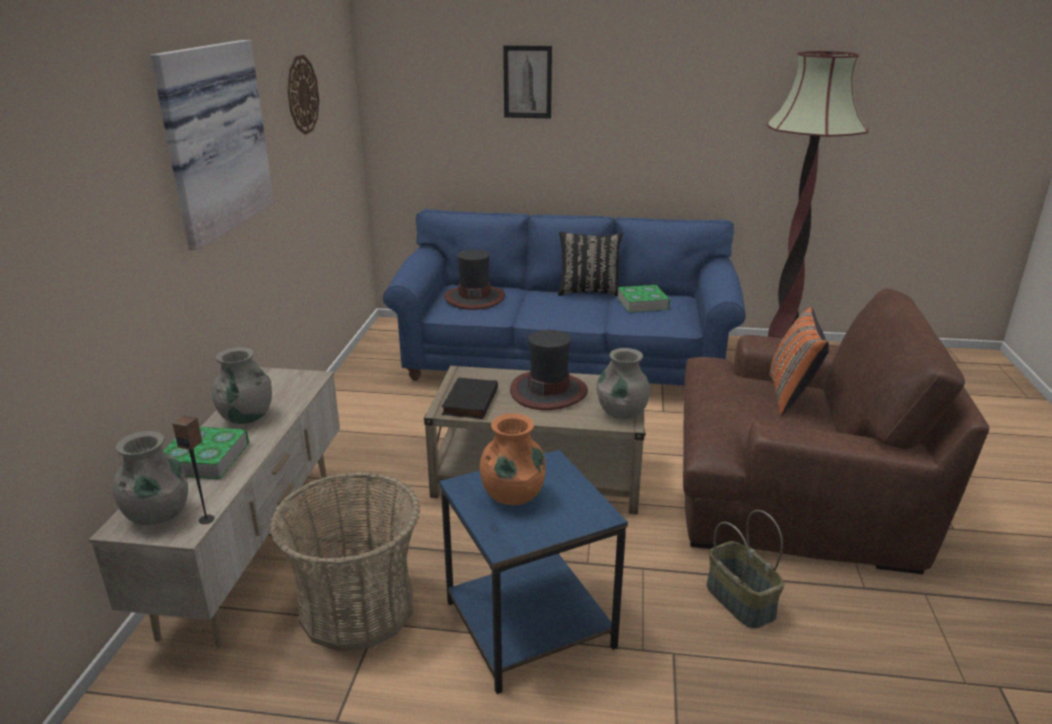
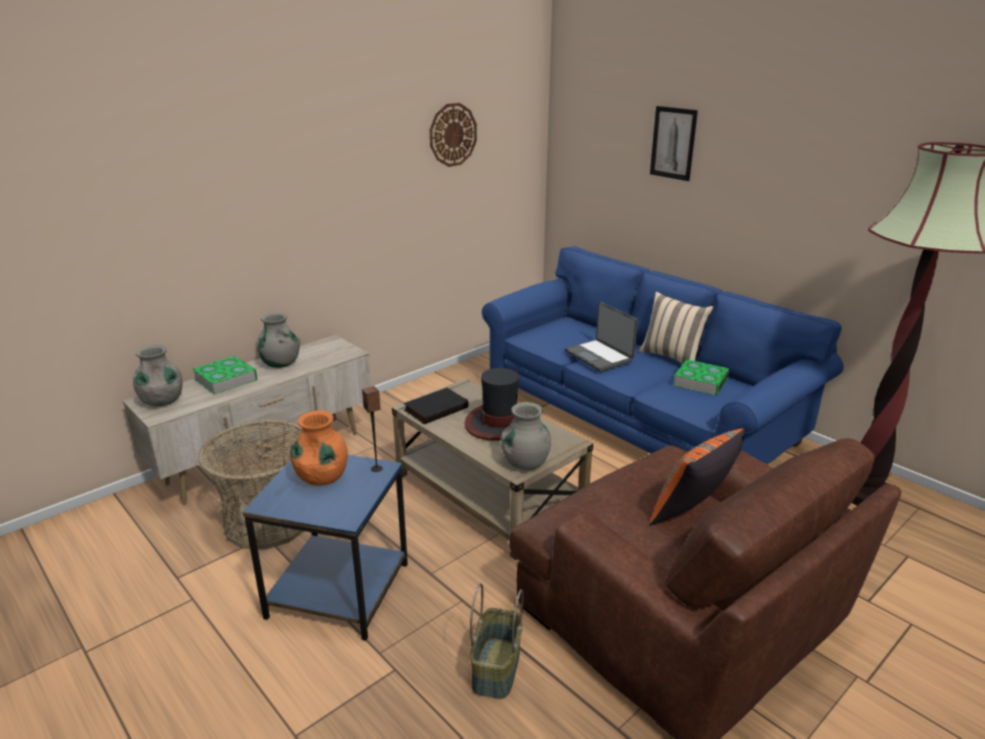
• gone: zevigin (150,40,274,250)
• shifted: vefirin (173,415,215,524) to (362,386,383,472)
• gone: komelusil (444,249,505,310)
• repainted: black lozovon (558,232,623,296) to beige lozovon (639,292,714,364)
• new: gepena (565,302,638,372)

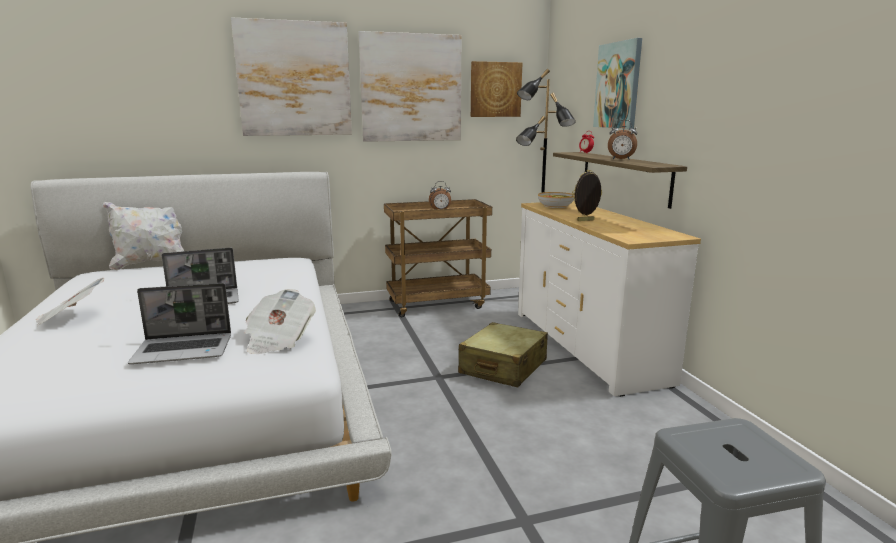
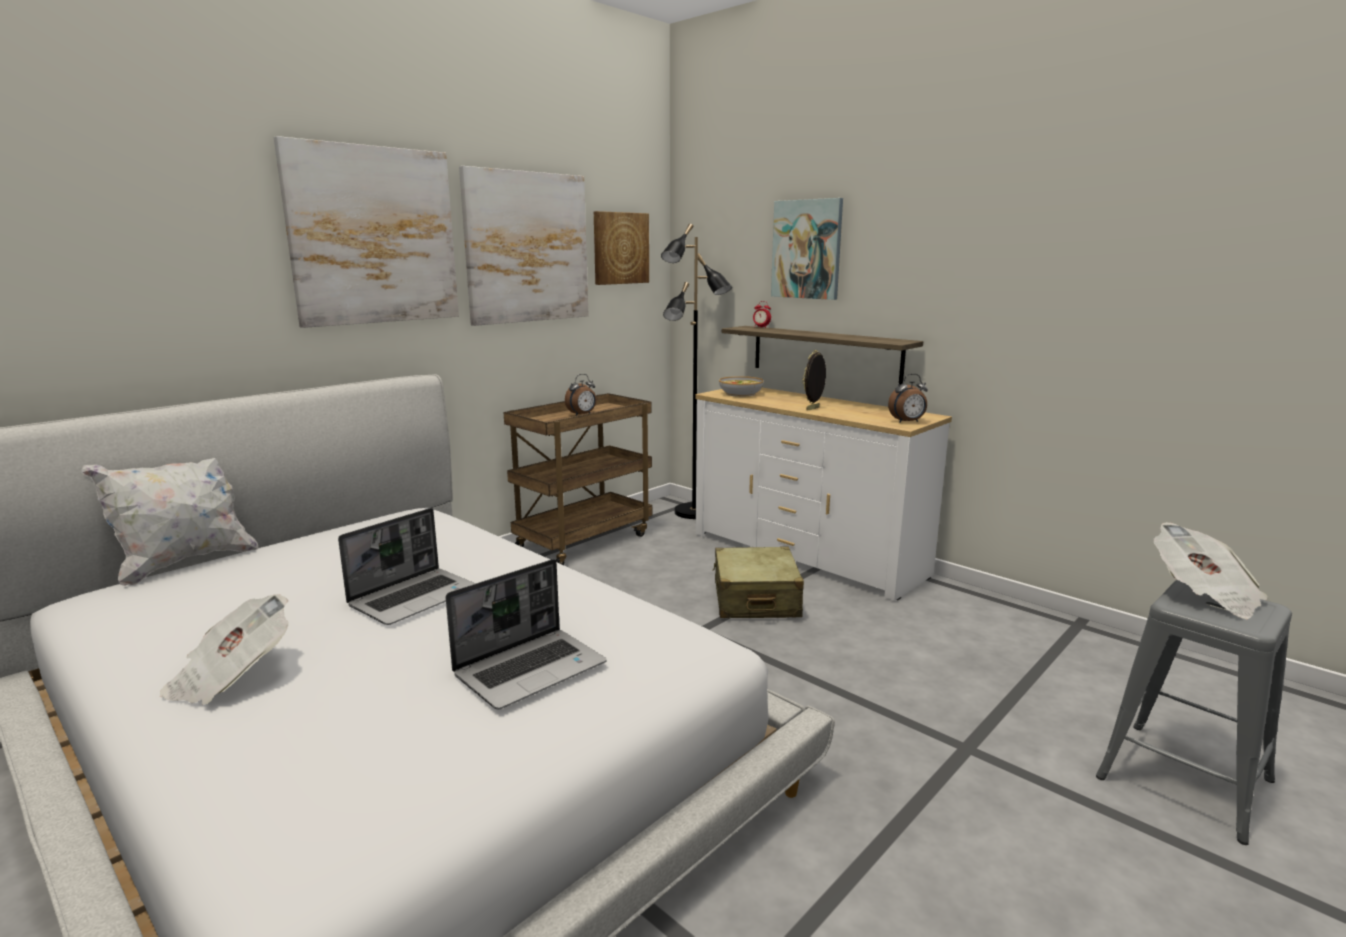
• shifted: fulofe (244,289,316,354) to (1154,522,1268,619)
• shifted: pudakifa (608,120,637,159) to (888,374,928,423)

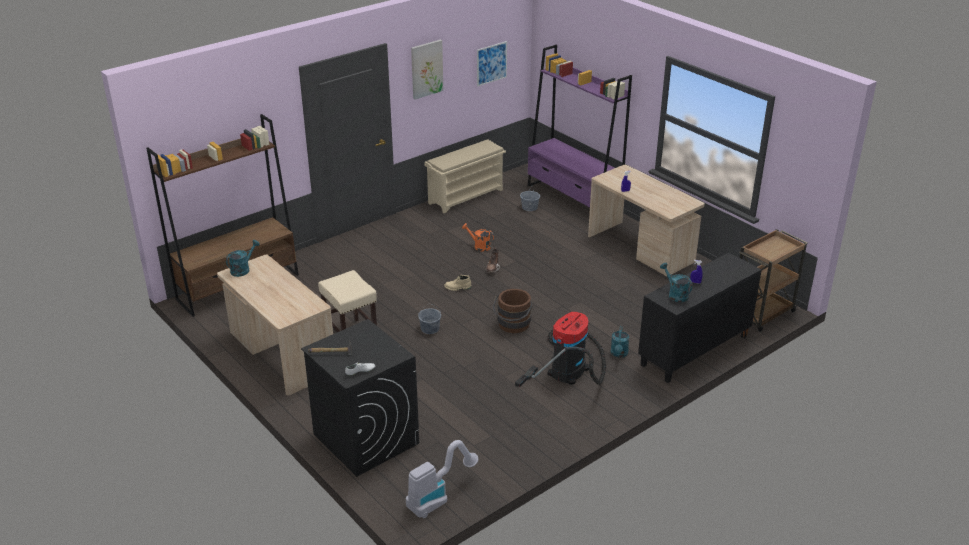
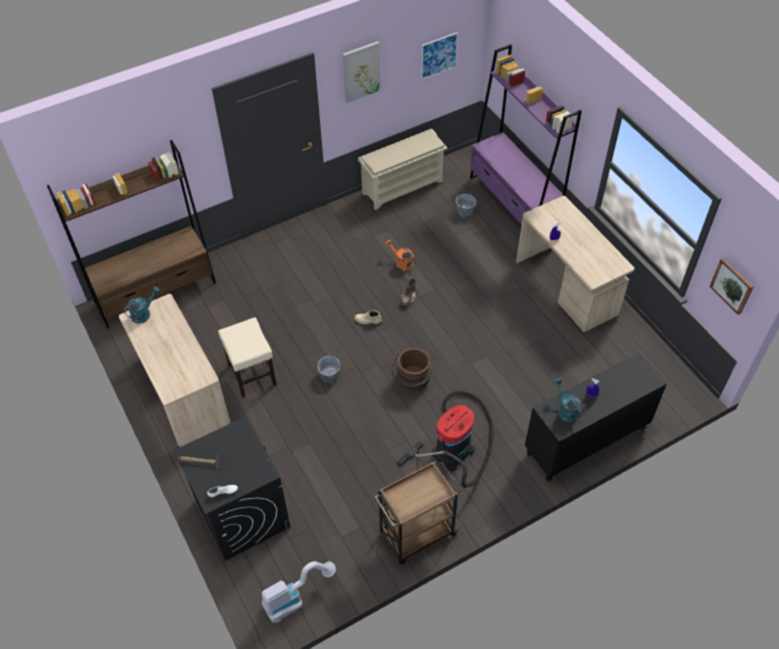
• gone: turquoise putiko (611,326,629,358)
• shifted: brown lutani (739,229,808,332) to (374,461,462,564)
• new: zevigin (709,258,754,315)

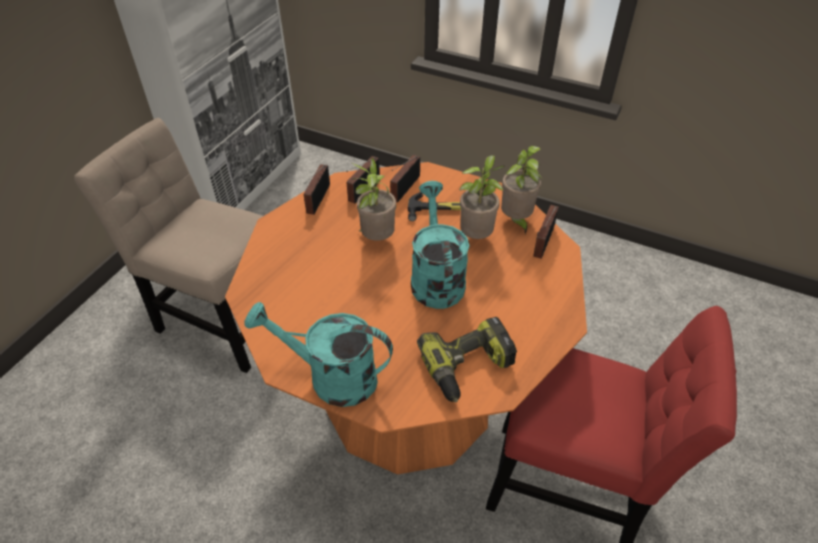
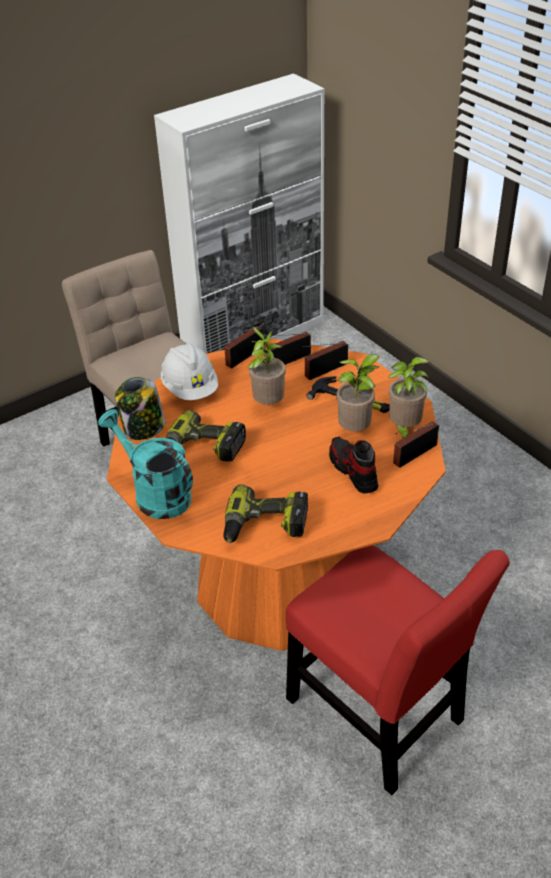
• gone: turquoise putiko (411,181,470,309)
• new: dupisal (115,377,165,440)
• new: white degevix (161,343,218,400)
• new: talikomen (166,410,246,462)
• new: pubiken (329,437,378,494)

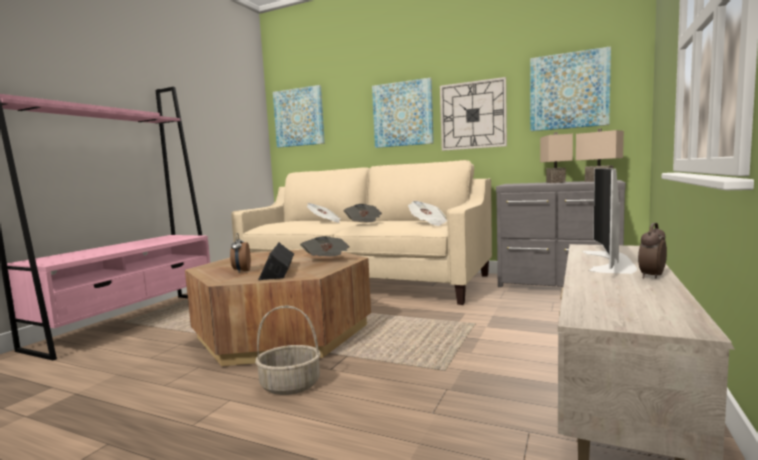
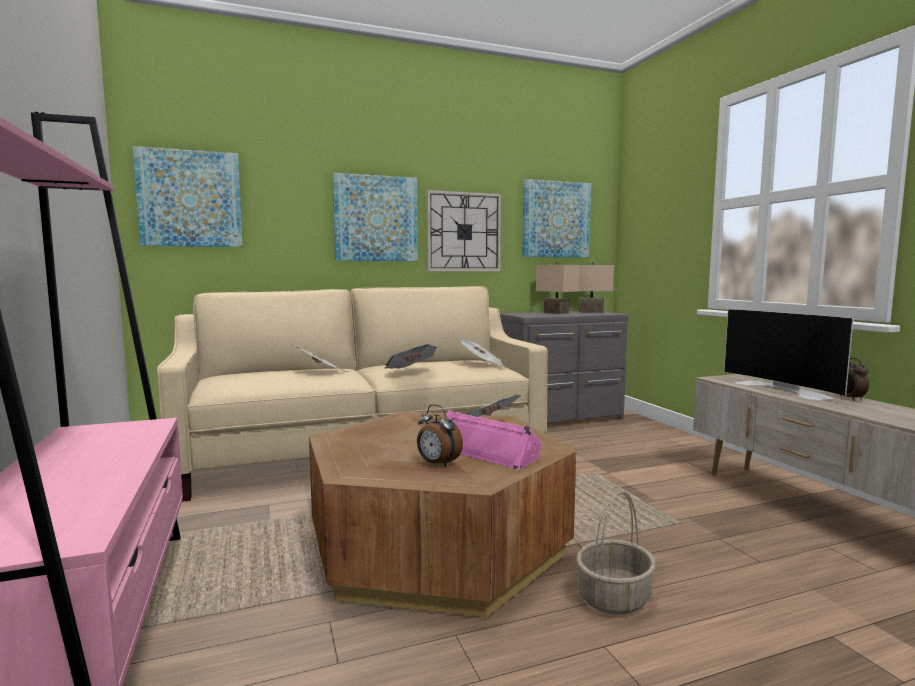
• repainted: black vefirin (258,242,294,280) to pink vefirin (446,410,542,470)

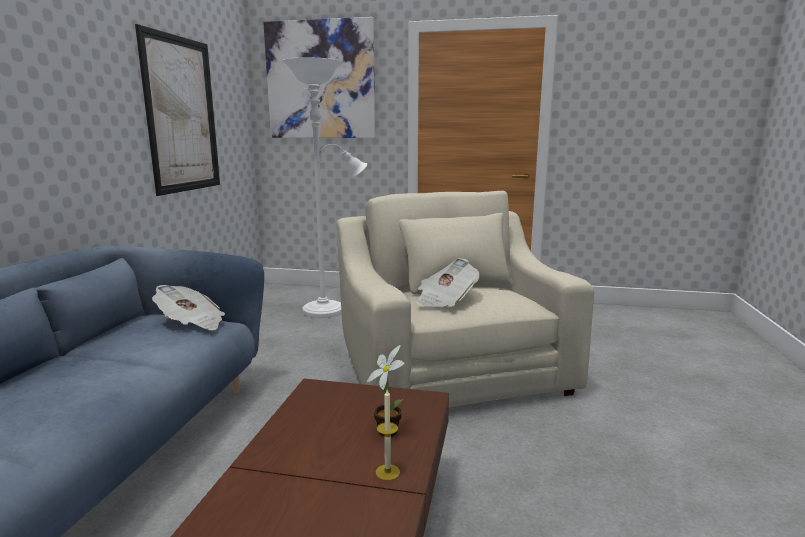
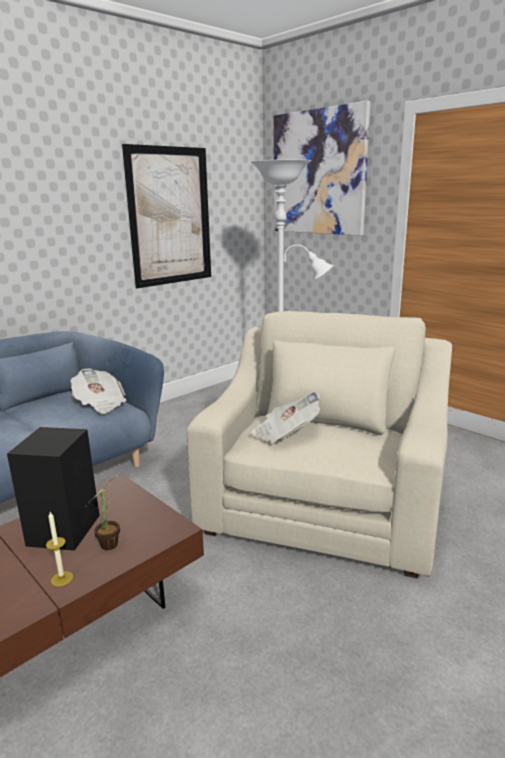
• new: black vefirin (7,427,99,551)

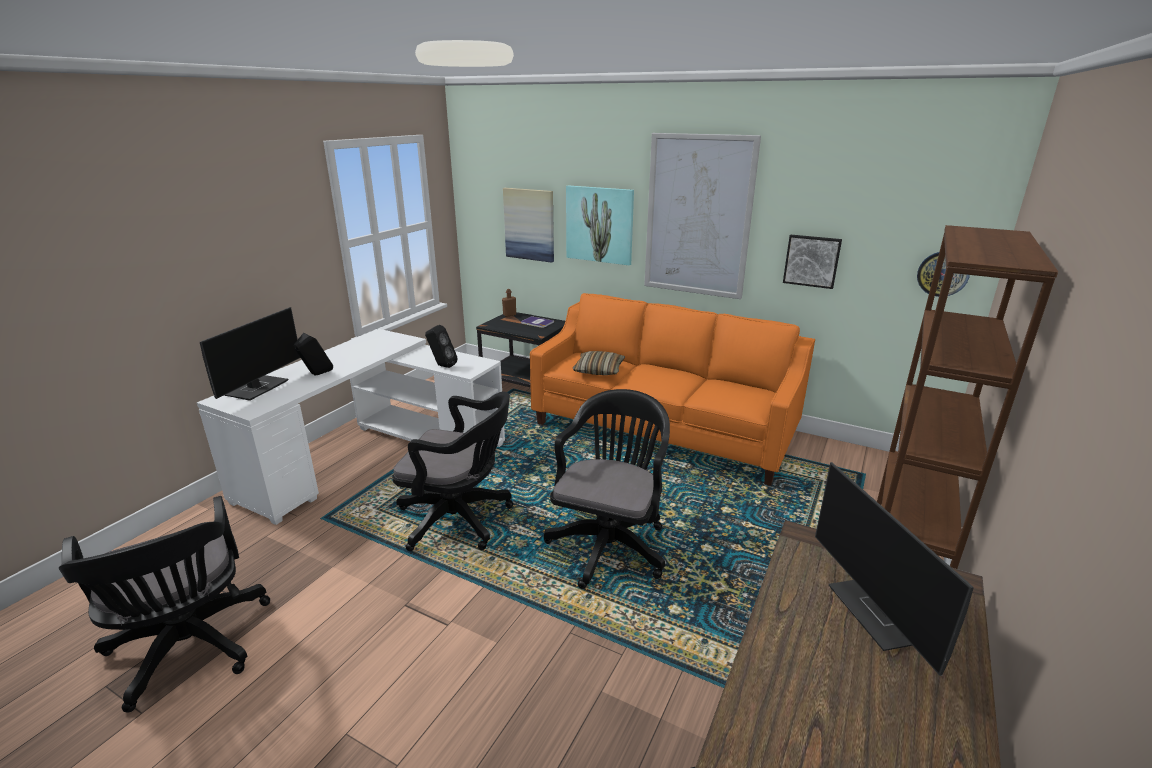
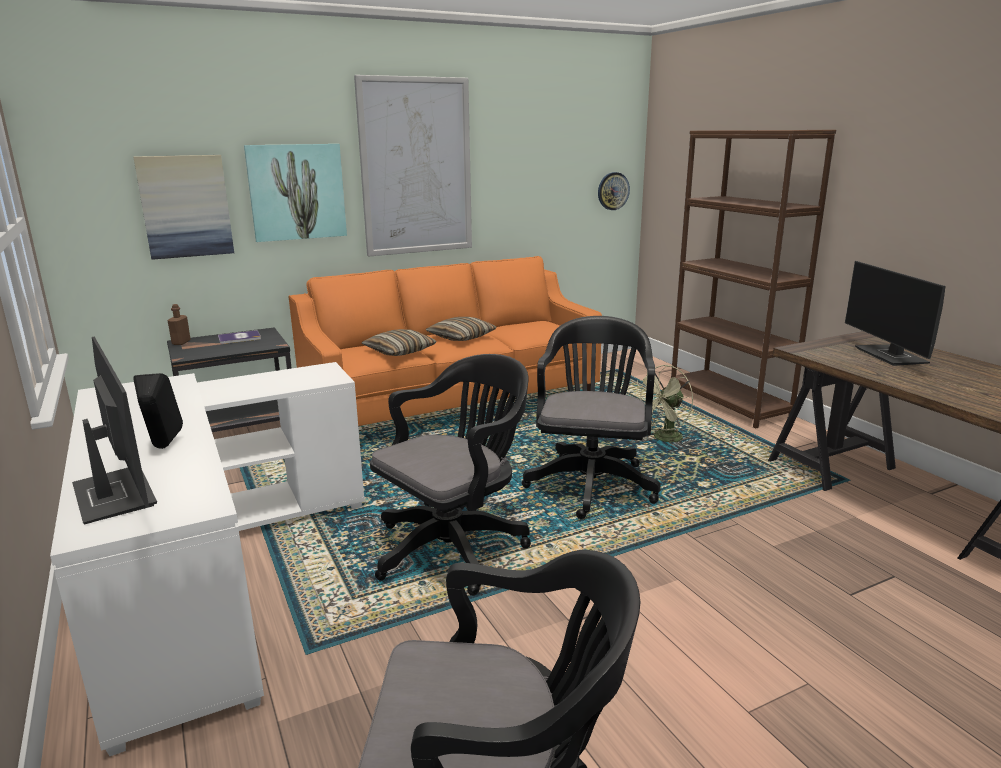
• gone: black vefirin (425,325,458,368)
• rotated: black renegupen (544,389,670,589) = (522,316,661,519) 45 degrees clockwise
• gone: zevigin (783,235,842,289)
• rotated: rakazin (815,462,974,676) = (845,261,946,366) 60 degrees clockwise
• new: lozovon (426,317,497,341)
• new: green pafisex (637,365,693,444)

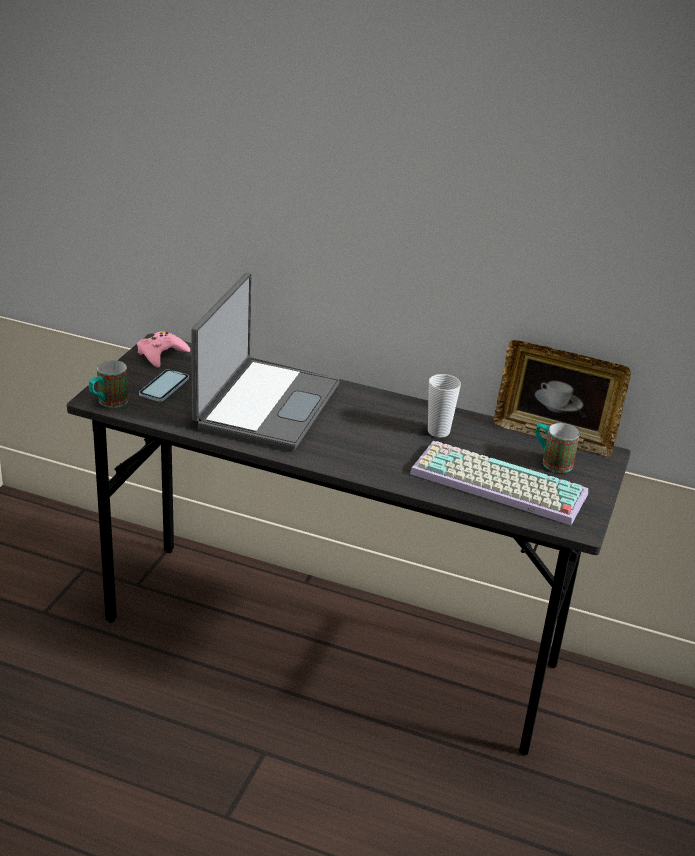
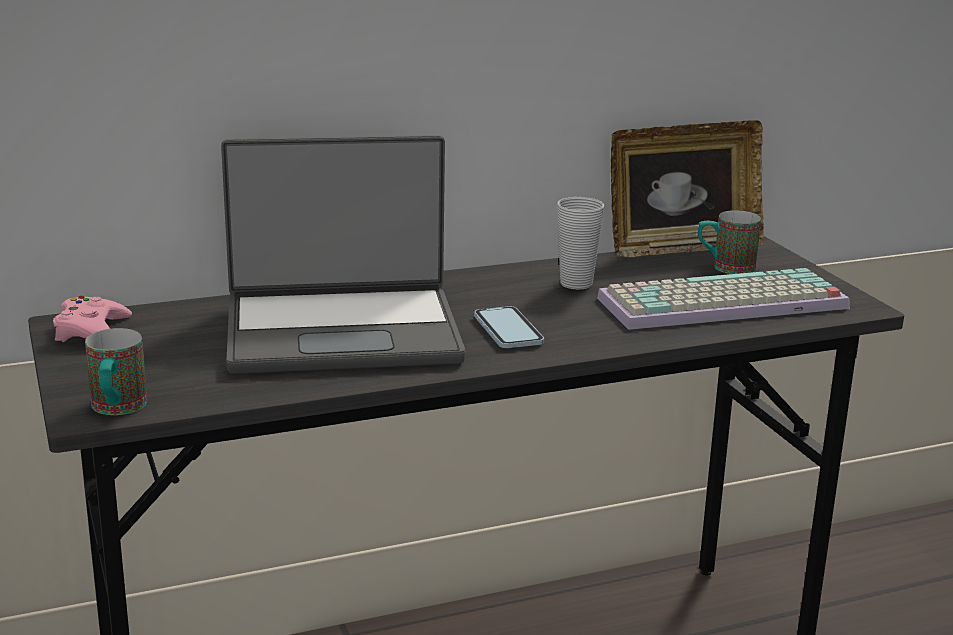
• shifted: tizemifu (139,369,189,402) to (474,306,544,348)
• rotated: gepena (191,273,340,451) = (221,135,466,374) 105 degrees clockwise

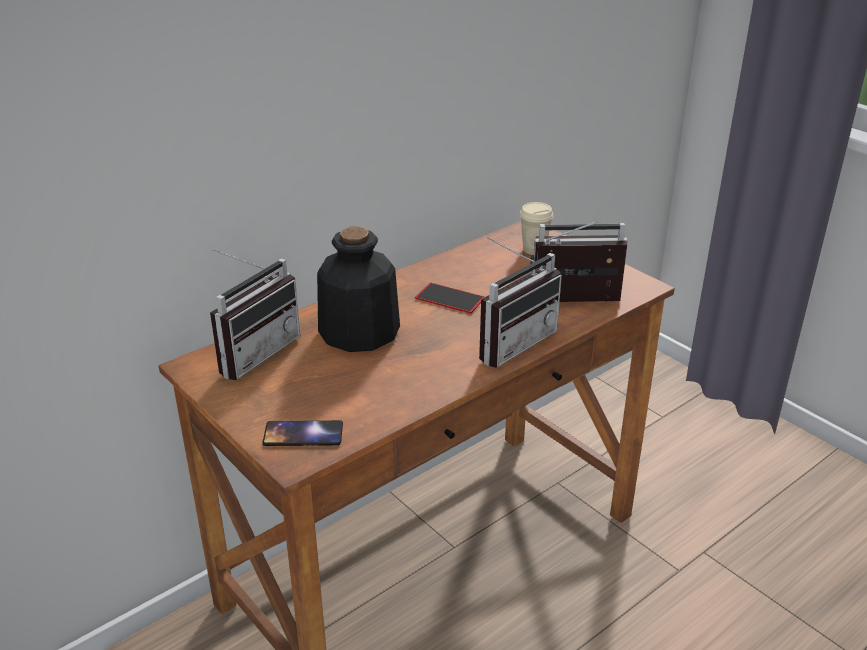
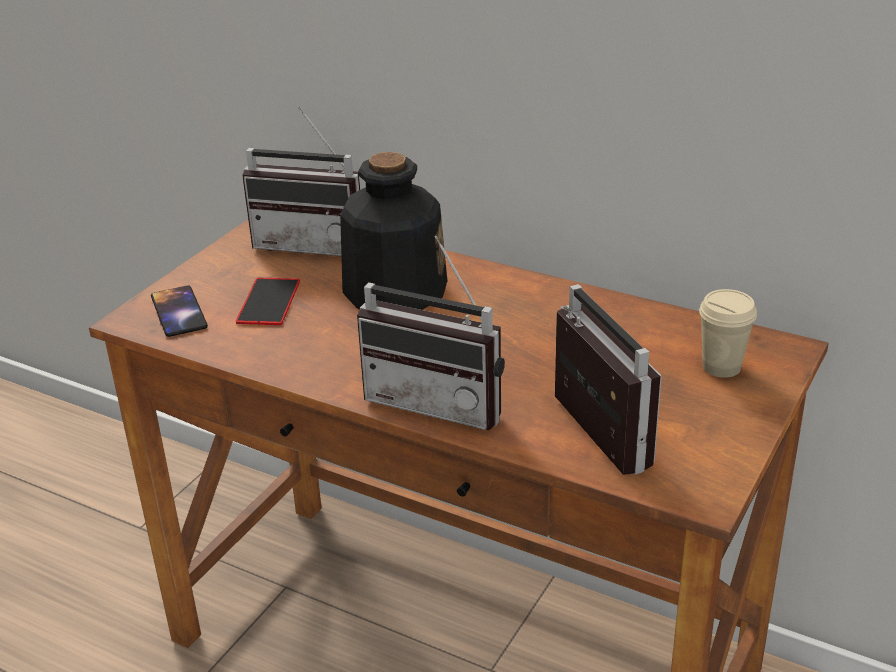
• shifted: tizemifu (415,283,484,314) to (236,278,300,325)

